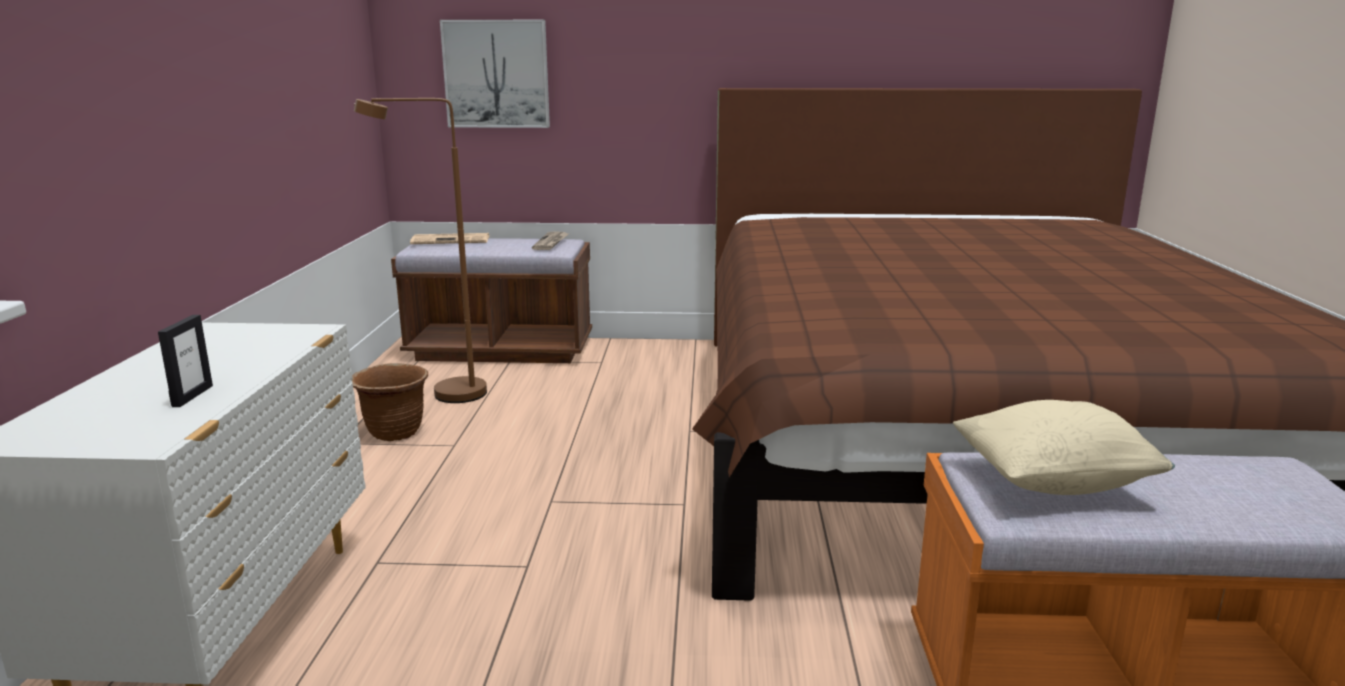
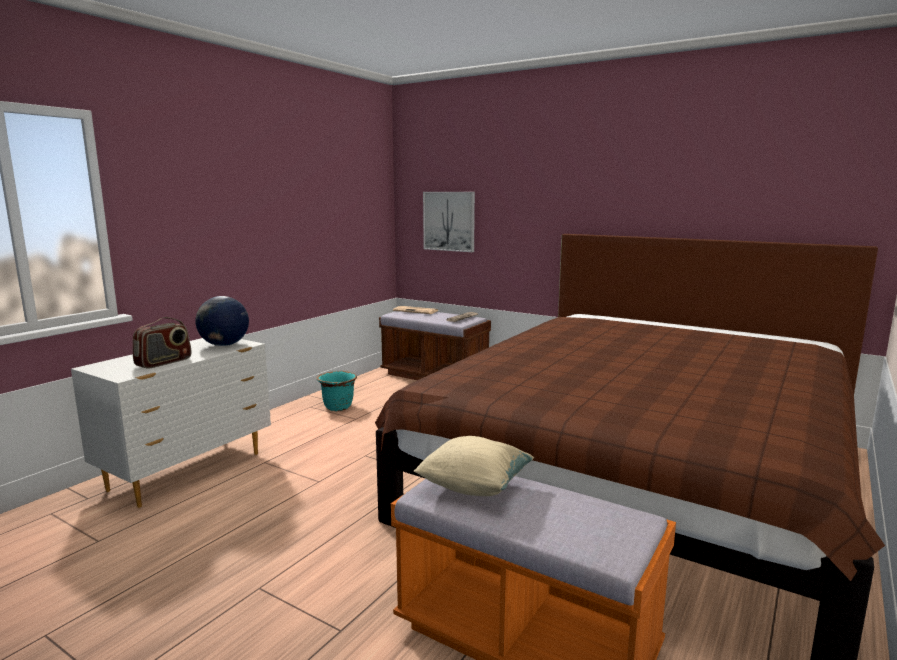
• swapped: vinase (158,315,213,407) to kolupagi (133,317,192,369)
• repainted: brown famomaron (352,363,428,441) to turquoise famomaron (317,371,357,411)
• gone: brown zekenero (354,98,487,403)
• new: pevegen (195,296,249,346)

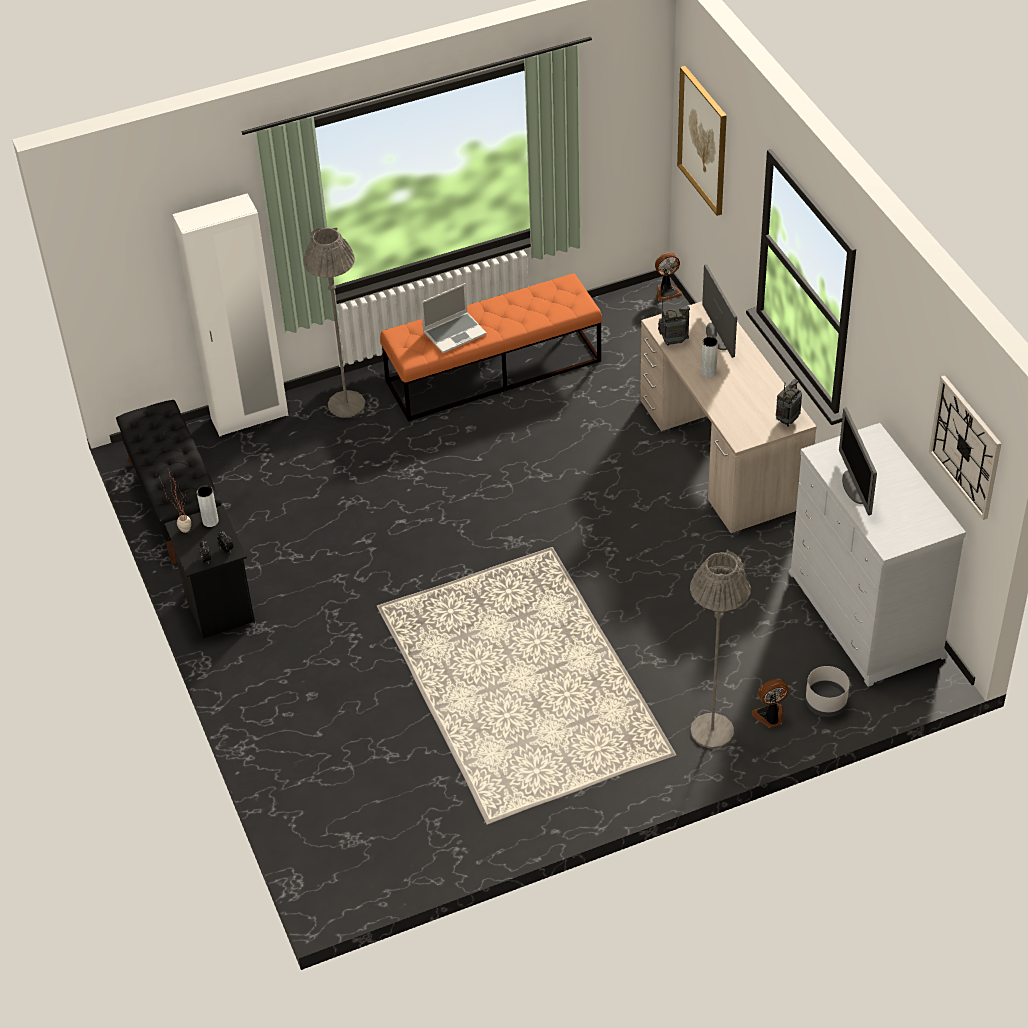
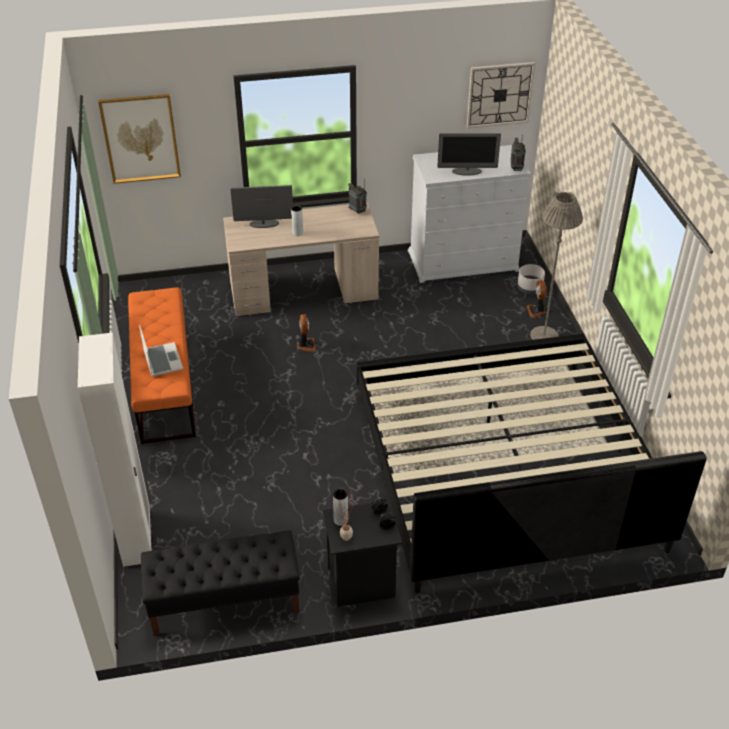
• gone: grey zekenero (303,228,365,417)
• shifted: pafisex (655,252,683,301) to (297,314,316,352)
• shifted: kolupagi (658,298,690,346) to (510,135,526,171)
• new: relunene (356,334,707,593)

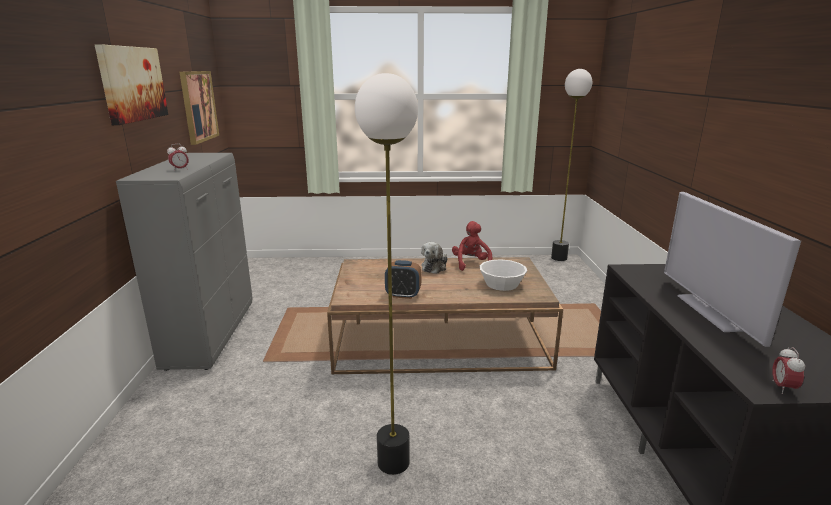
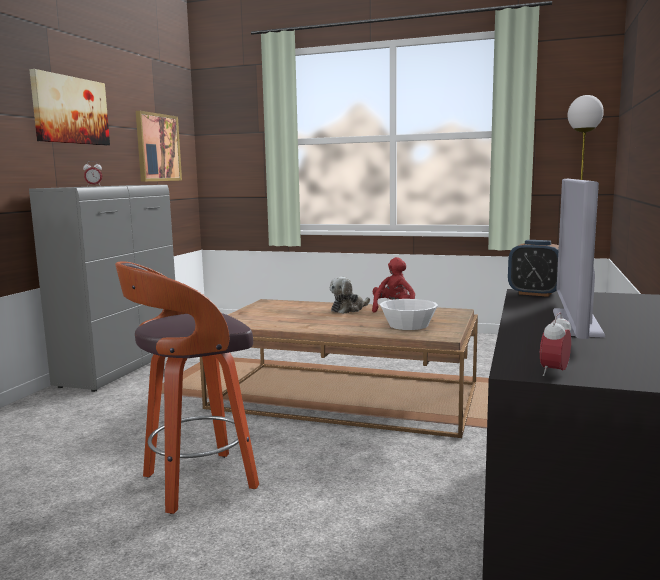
• swapped: zekenero (355,73,418,475) to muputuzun (115,261,259,514)
• shifted: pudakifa (385,260,421,299) to (508,240,559,297)

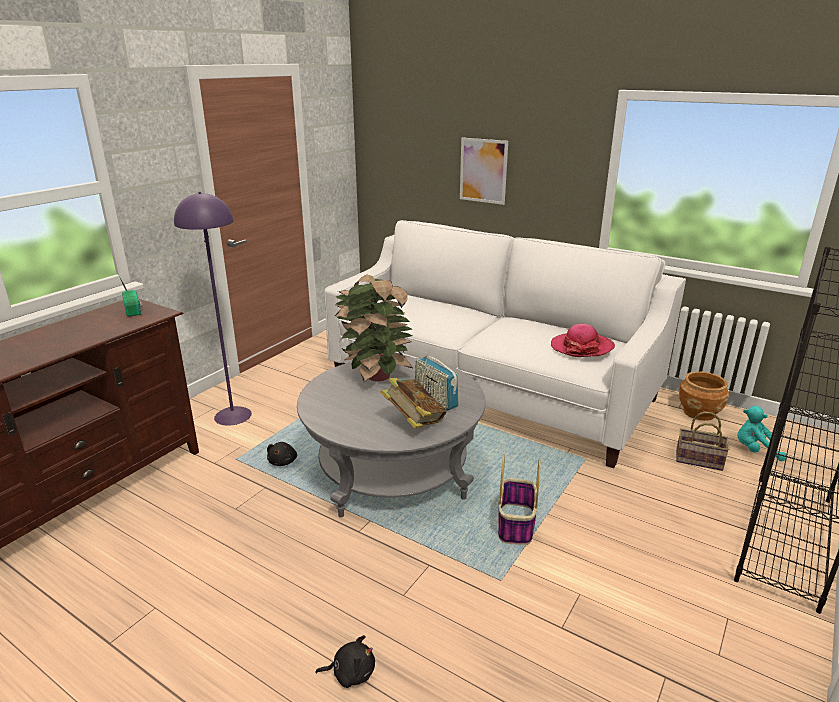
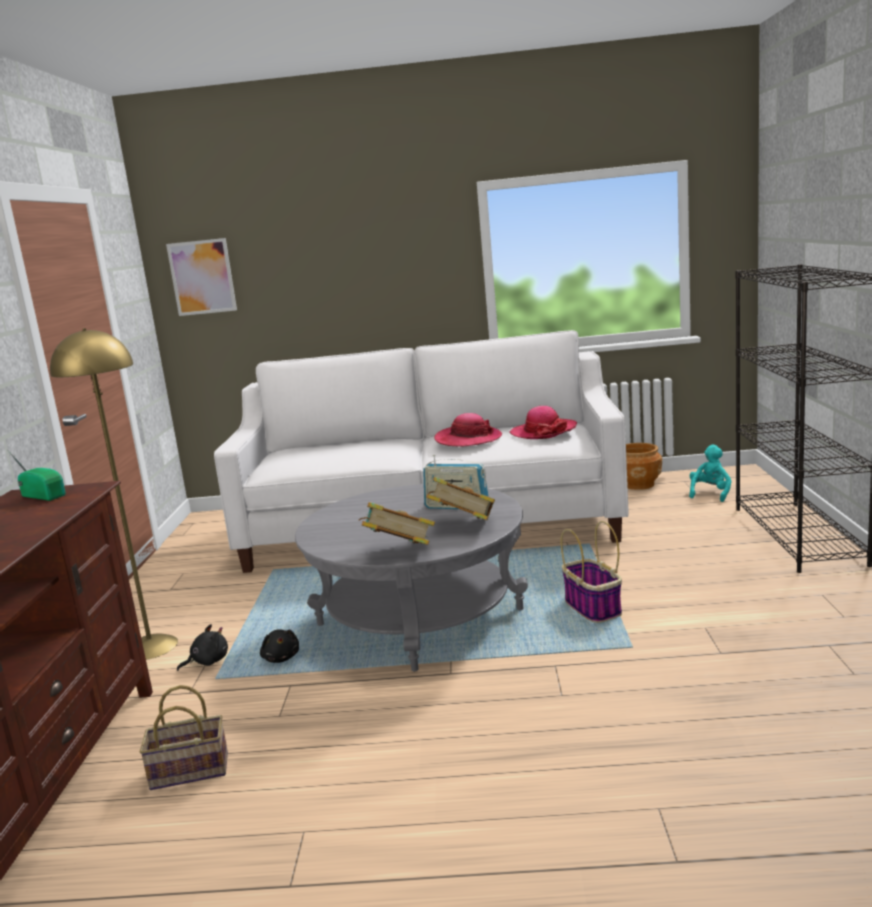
• repainted: purple zekenero (174,192,252,426) to yellow zekenero (50,328,178,660)
• shifted: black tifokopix (315,635,375,688) to (177,624,228,671)
• gone: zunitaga (335,274,413,382)
• shifted: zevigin (460,138,508,205) to (166,238,237,316)
• shifted: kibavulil (676,412,730,471) to (140,685,228,790)
• rotated: turquoise tifokopix (737,406,786,461) = (689,445,731,502) 135 degrees clockwise
• new: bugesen (359,502,435,545)
• new: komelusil (434,413,502,447)

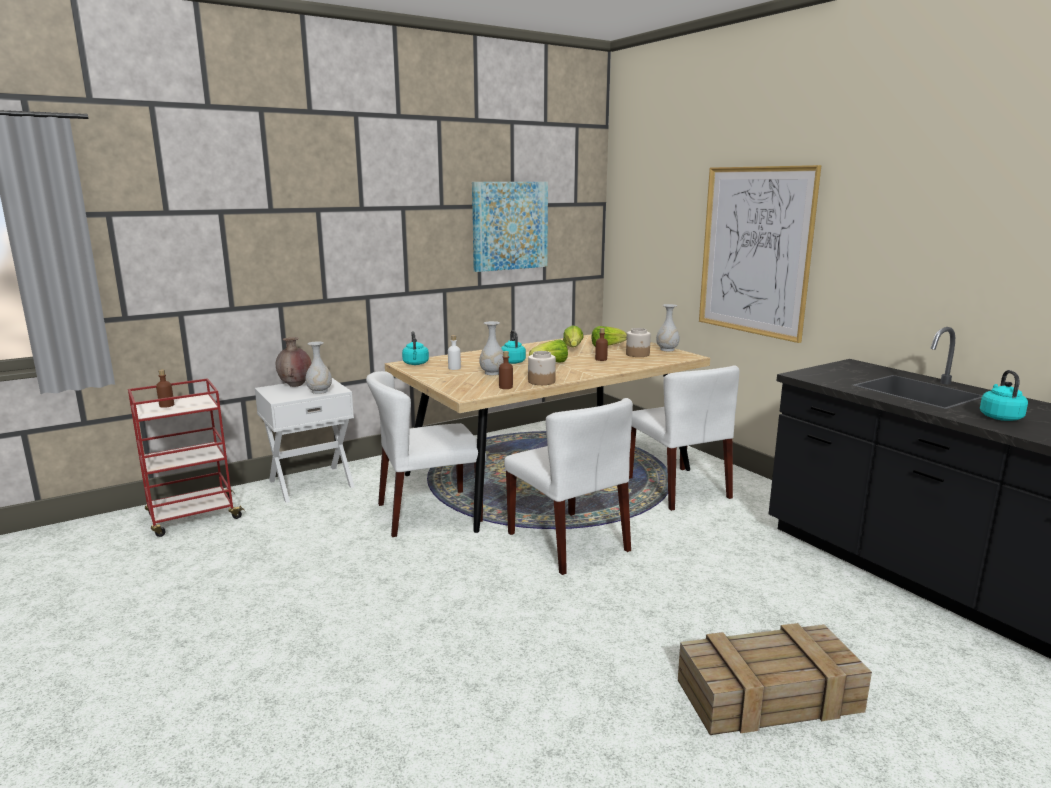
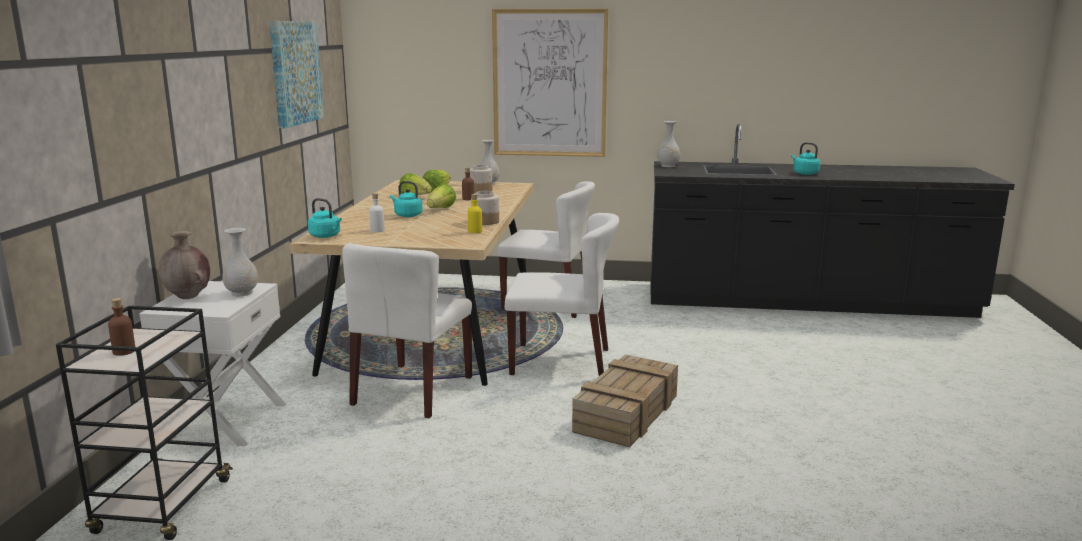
• repainted: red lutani (128,378,246,537) to black lutani (56,306,233,540)
• shifted: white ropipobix (479,321,503,375) to (657,121,680,167)
• repainted: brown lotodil (499,351,513,389) to yellow lotodil (468,194,482,233)
• shifted: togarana (678,623,872,735) to (572,354,678,447)

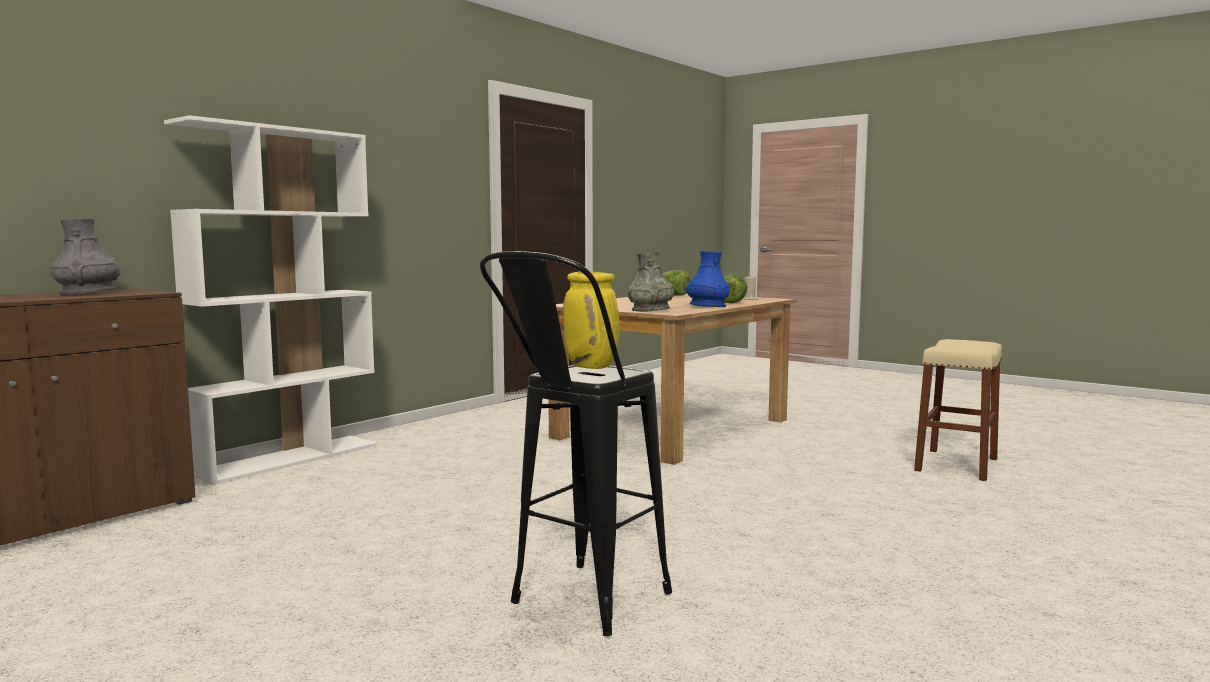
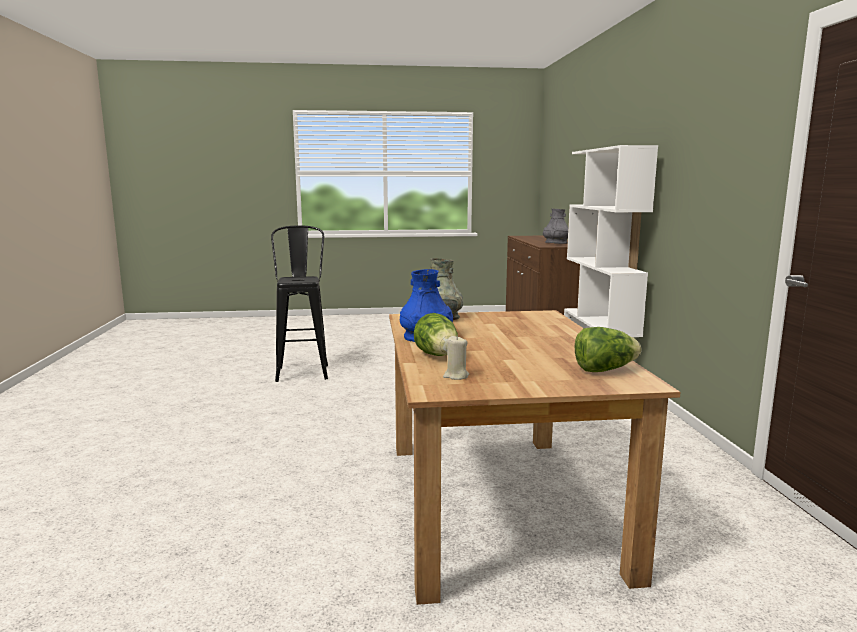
• gone: yellow ropipobix (563,272,619,369)
• gone: beige muputuzun (914,339,1002,481)

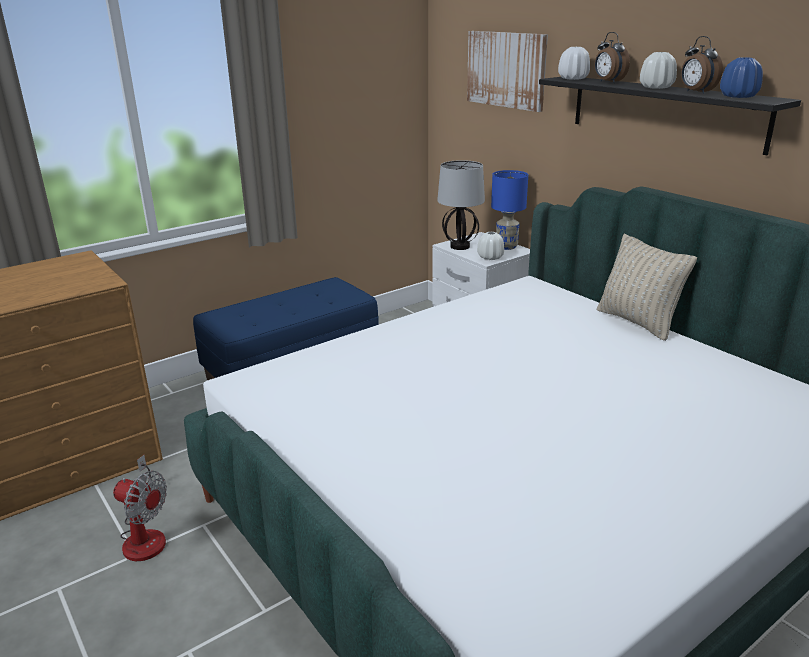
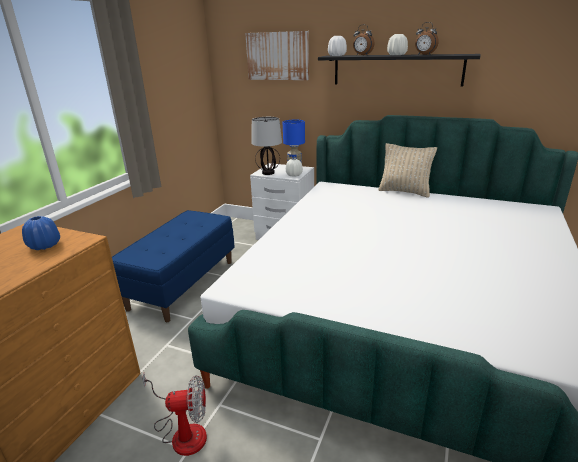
• shifted: blue ropipobix (720,57,763,98) to (22,216,60,250)

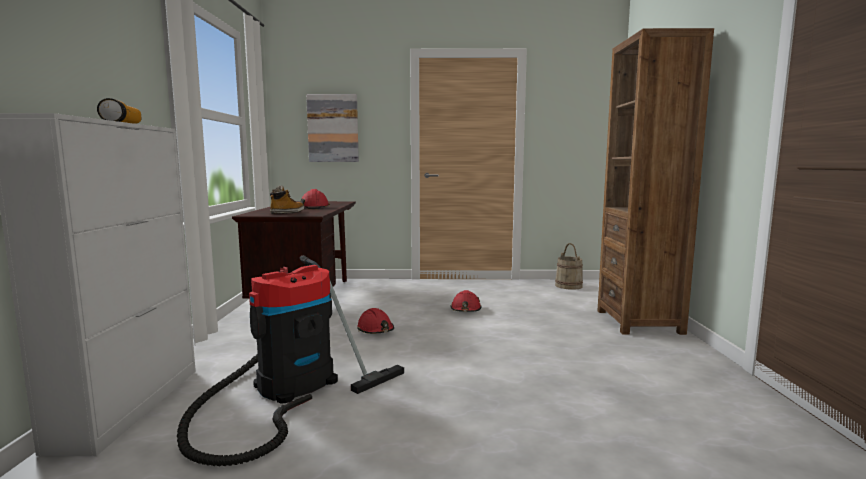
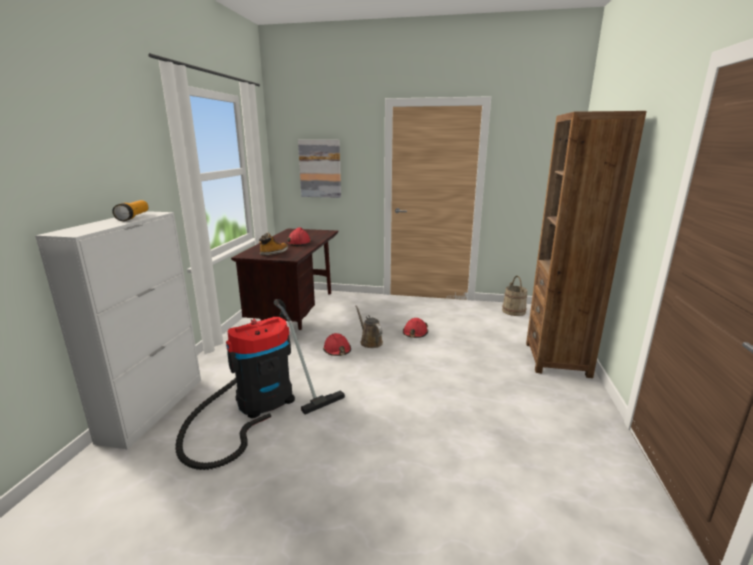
• new: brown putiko (355,305,383,348)

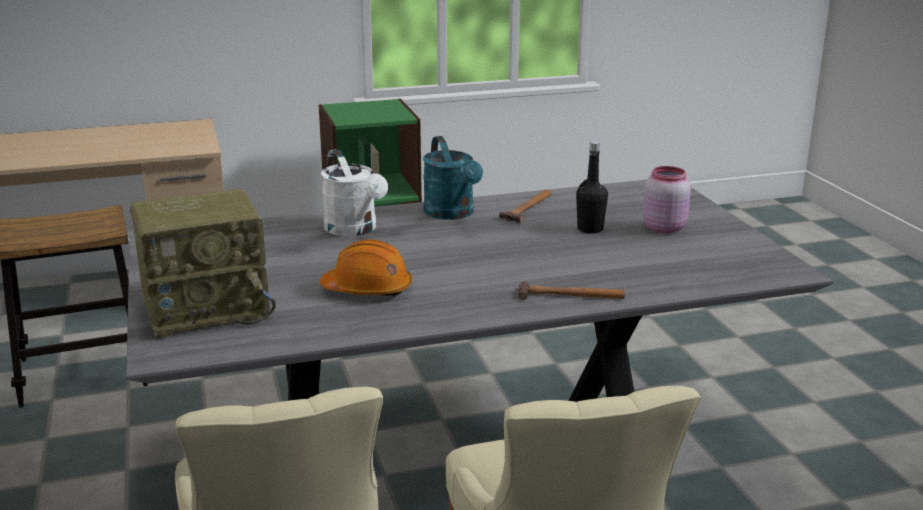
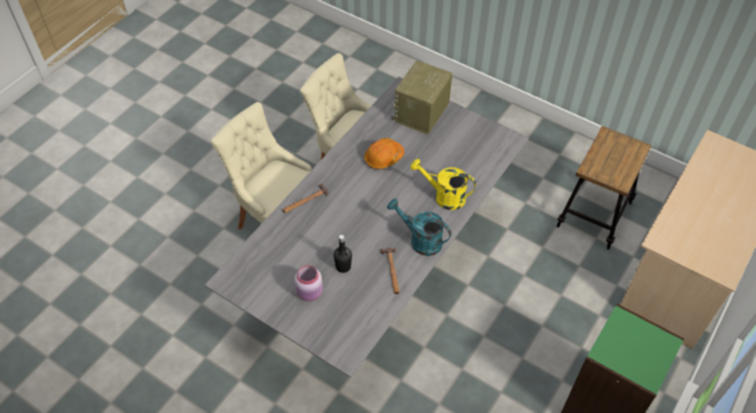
• repainted: white putiko (321,149,388,236) to yellow putiko (410,159,476,210)

